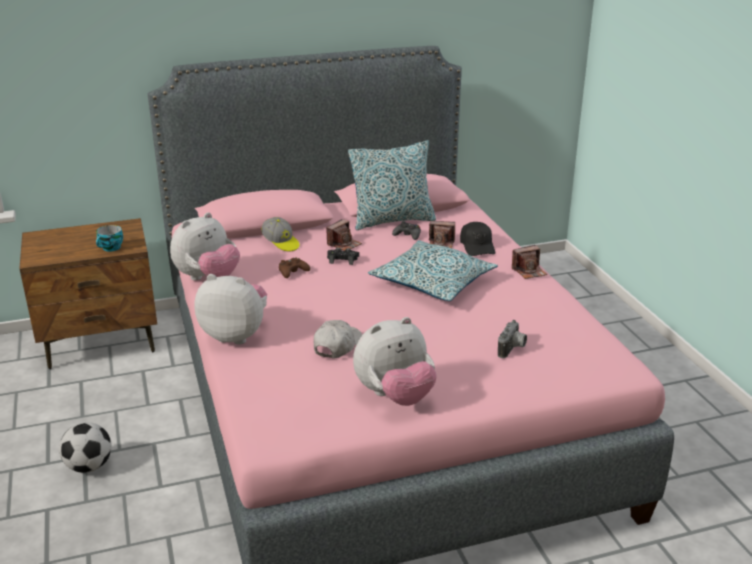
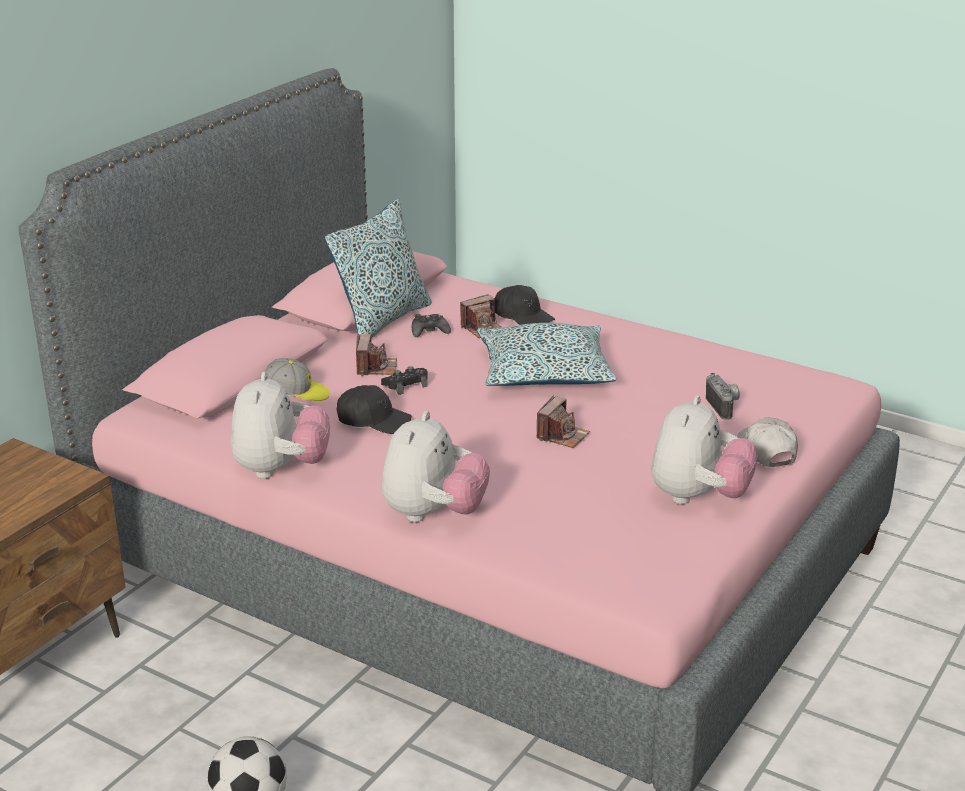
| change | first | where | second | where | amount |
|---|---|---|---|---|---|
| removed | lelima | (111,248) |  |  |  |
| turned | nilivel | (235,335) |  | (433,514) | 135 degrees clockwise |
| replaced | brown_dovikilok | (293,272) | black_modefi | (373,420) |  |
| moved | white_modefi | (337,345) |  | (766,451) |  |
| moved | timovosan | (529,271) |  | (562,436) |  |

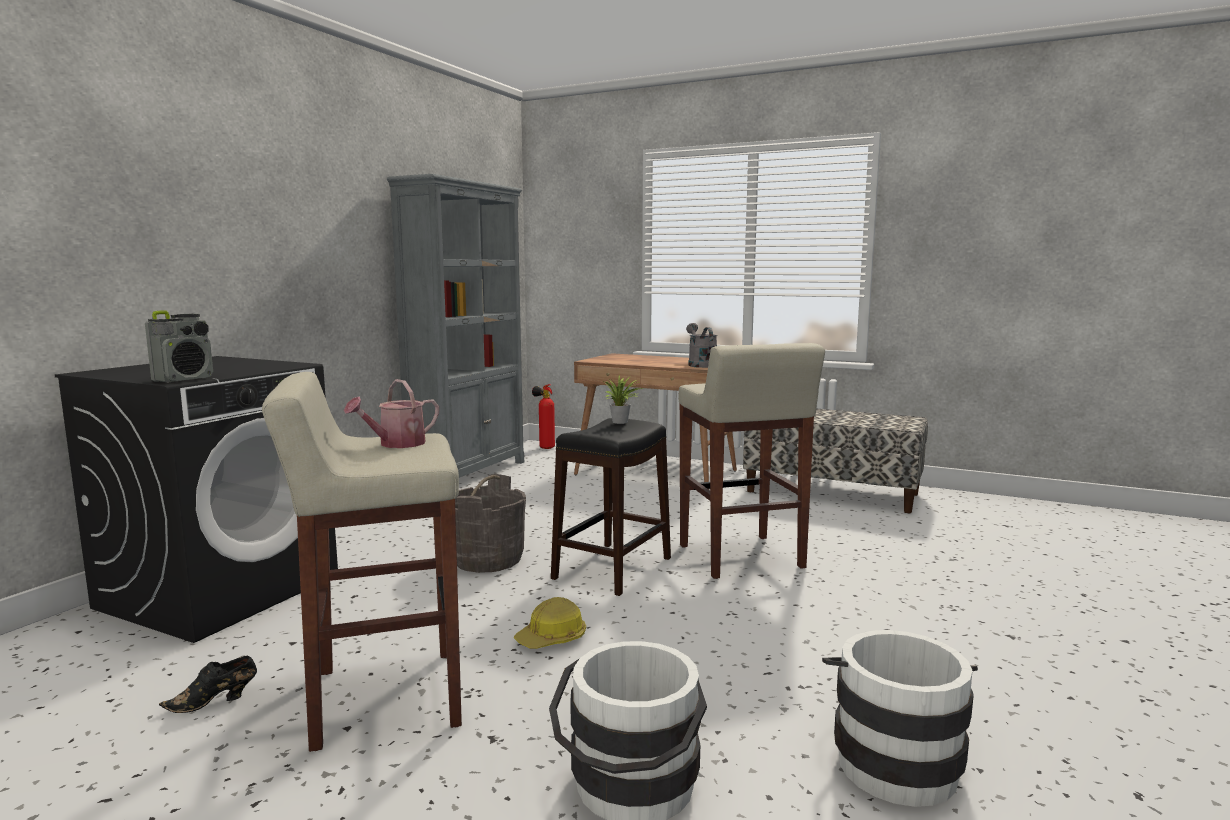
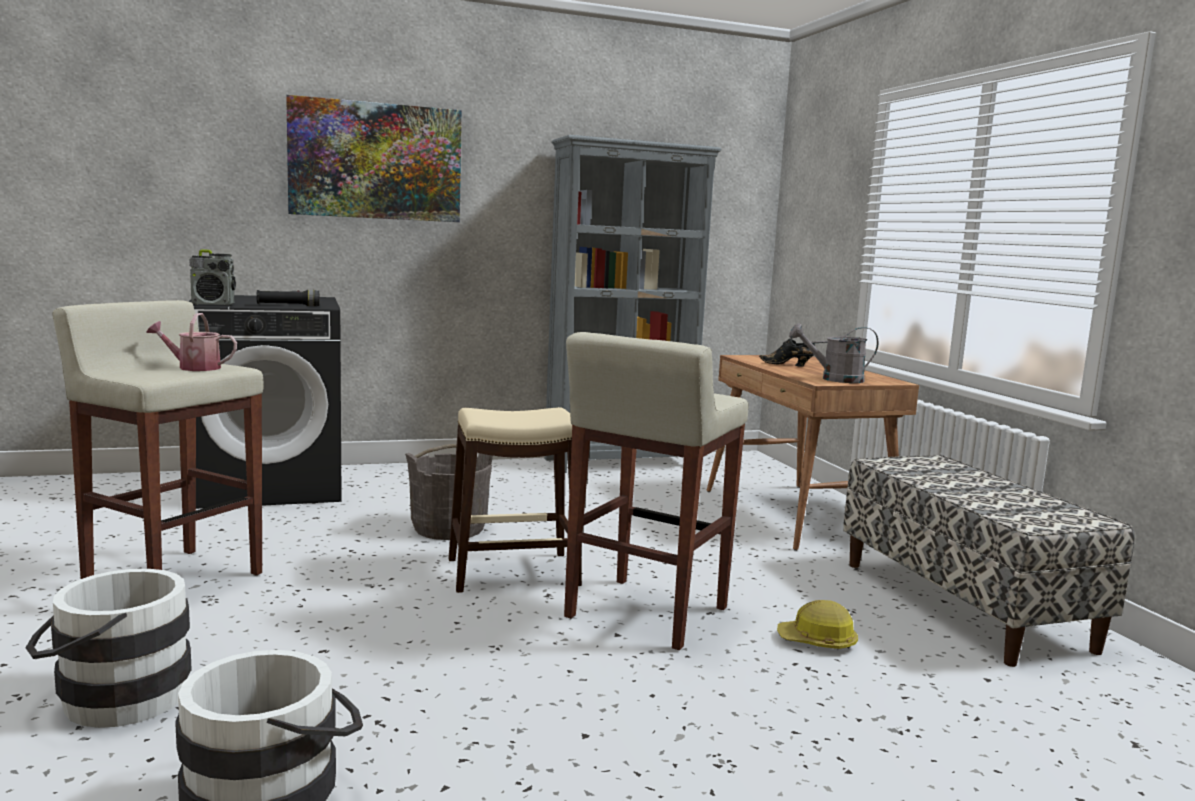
| change | first | where | second | where | amount |
|---|---|---|---|---|---|
| moved | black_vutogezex | (215,702) |  | (788,365) |  |
| moved | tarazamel | (552,638) |  | (817,641) |  |
| removed | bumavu | (544,447) |  |  |  |
| recoloured | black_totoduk | (611,568) | beige_totoduk | (512,572) |  |
| removed | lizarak | (621,422) |  |  |  |
| turned | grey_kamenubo | (700,364) |  | (834,379) | 120 degrees counterclockwise |
| added |  |  | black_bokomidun | (288,305) |  |
| added |  |  | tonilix | (376,161) |  |

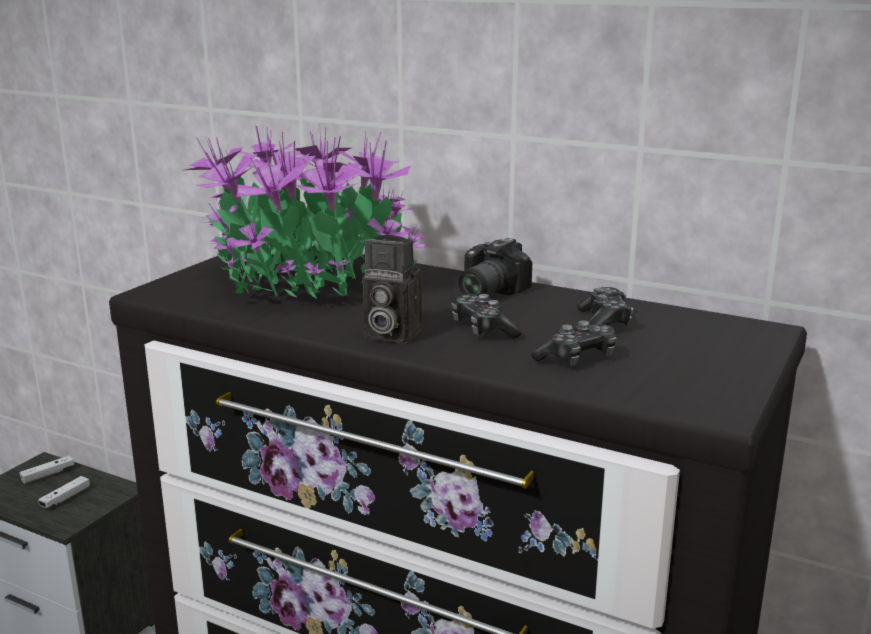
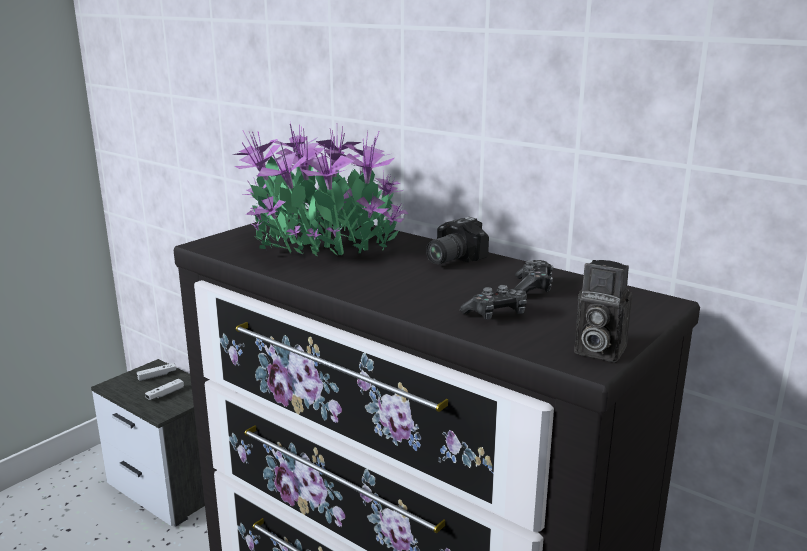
| change | first | where | second | where | amount |
|---|---|---|---|---|---|
| moved | timovosan | (389,334) |  | (596,350) |  |
| removed | dovikilok | (483,329) |  |  |  |

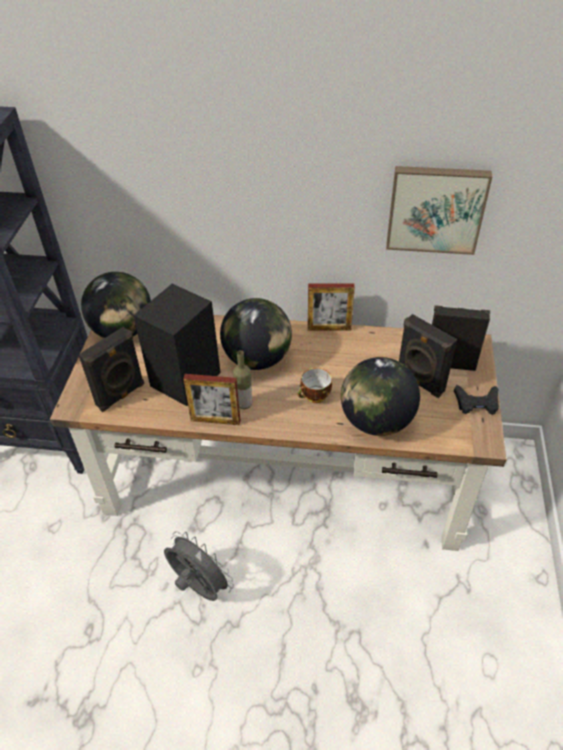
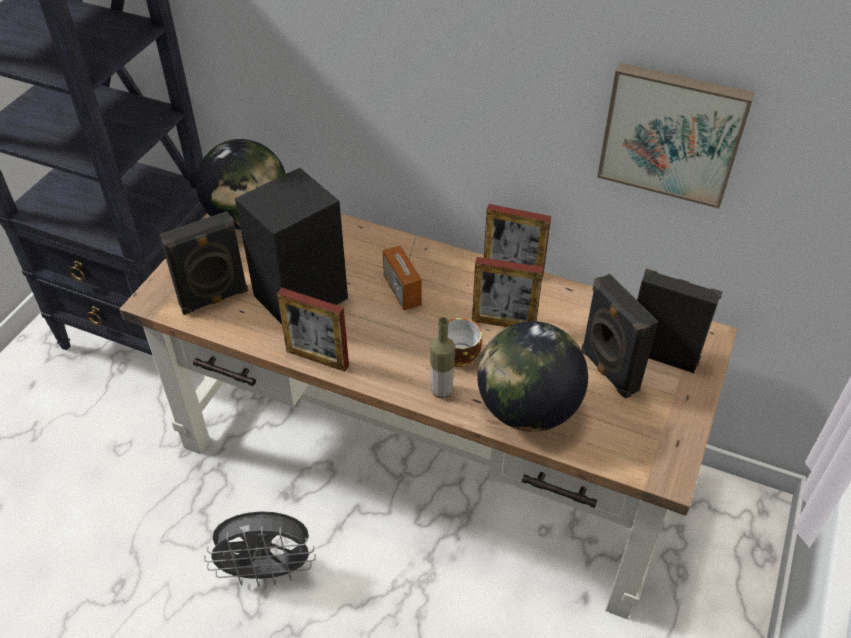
| change | first | where | second | where | amount |
|---|---|---|---|---|---|
| turned | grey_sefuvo | (199,587) |  | (268,571) | 120 degrees clockwise |
| replaced | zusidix | (257,359) | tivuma | (402,291) |  |
| moved | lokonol | (244,404) |  | (441,391) |  |
| removed | black_dovikilok | (476,403) |  |  |  |
| added |  |  | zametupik | (503,323) |  |

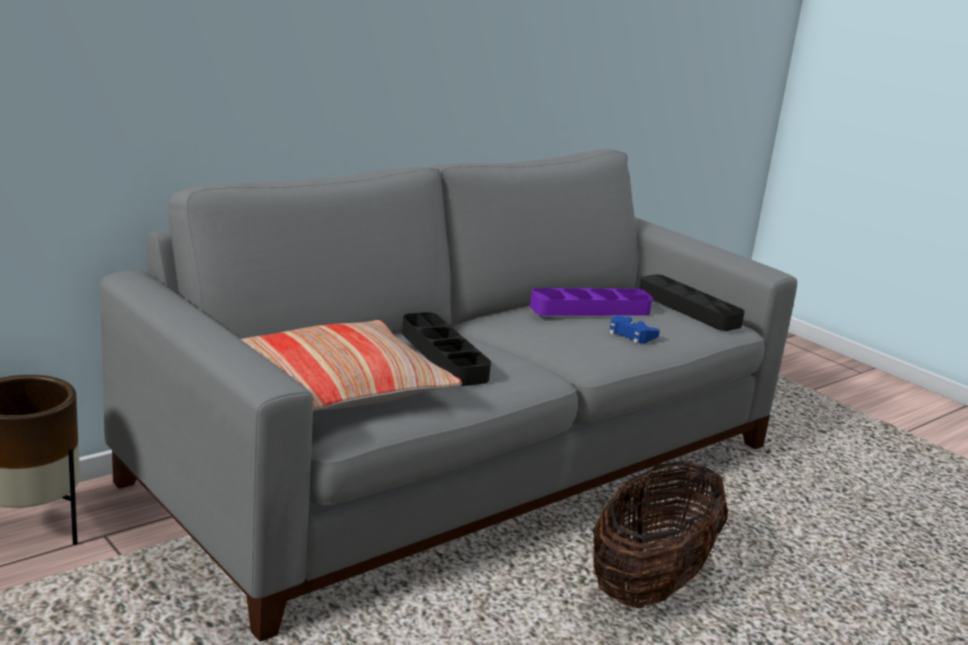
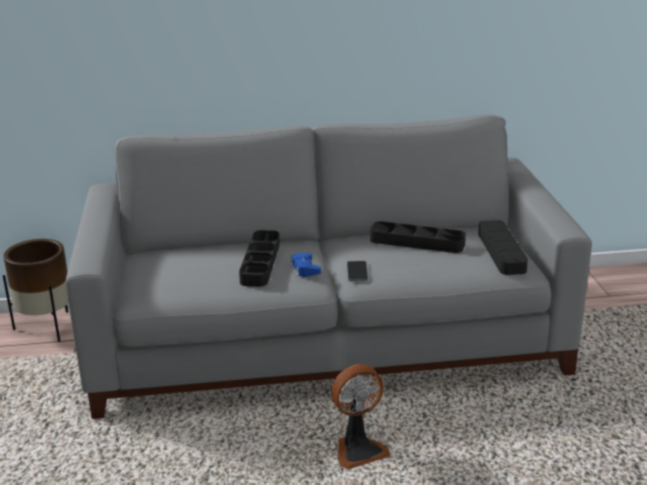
| change | first | where | second | where | amount |
|---|---|---|---|---|---|
| removed | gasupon | (339,388) |  |  |  |
| recoloured | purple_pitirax | (590,309) | black_pitirax | (417,242) |  |
| replaced | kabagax | (650,584) | sefuvo | (358,451) |  |
| moved | blue_dovikilok | (631,335) |  | (305,269) |  |
| added |  |  | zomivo | (357,271) |  |

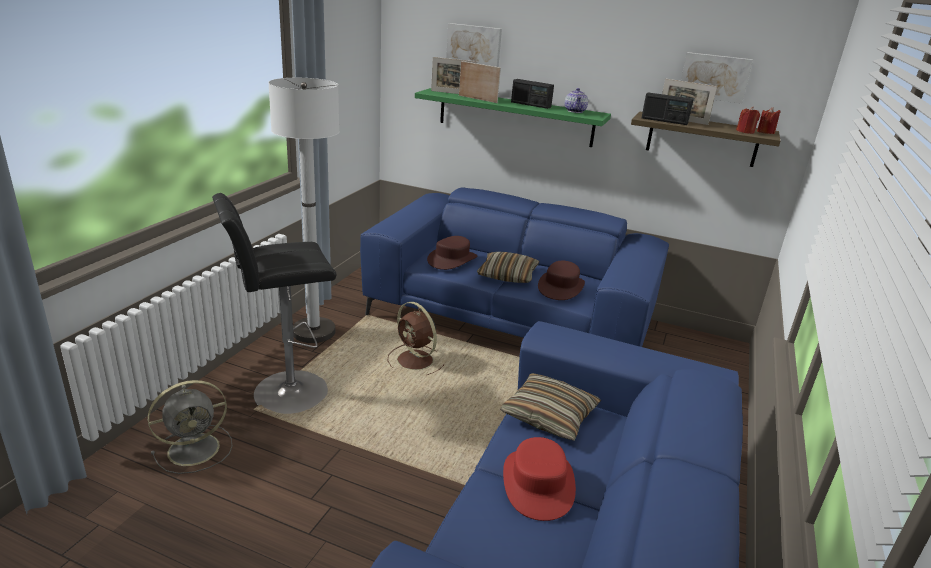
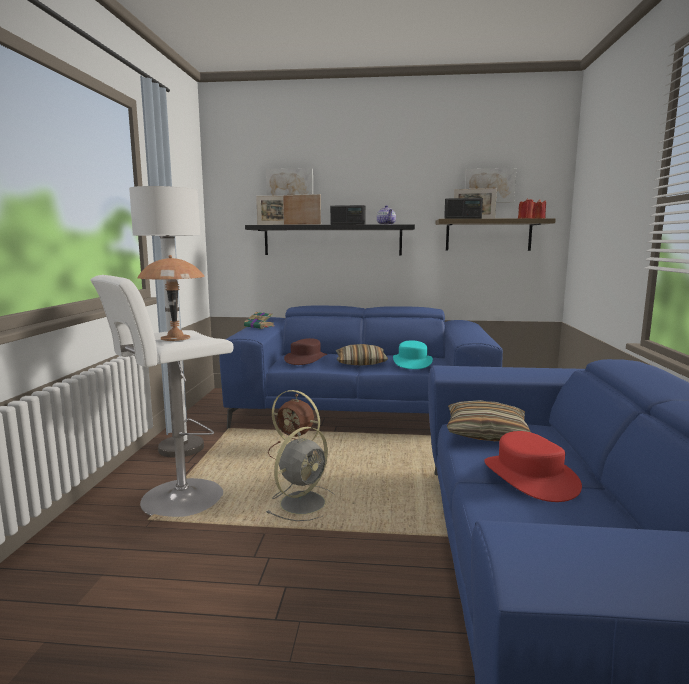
| change | first | where | second | where | amount |
|---|---|---|---|---|---|
| moved | grey_sefuvo | (196,448) |  | (304,502) |  |
| recoloured | black_totoduk | (285,393) | white_totoduk | (176,499) |  |
| recoloured | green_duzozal | (515,117) | black_duzozal | (332,240) |  |
| recoloured | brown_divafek | (561,287) | turquoise_divafek | (412,362) |  |
| added |  |  | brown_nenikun | (175,338) |  |
| added |  |  | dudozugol | (259,326) |  |

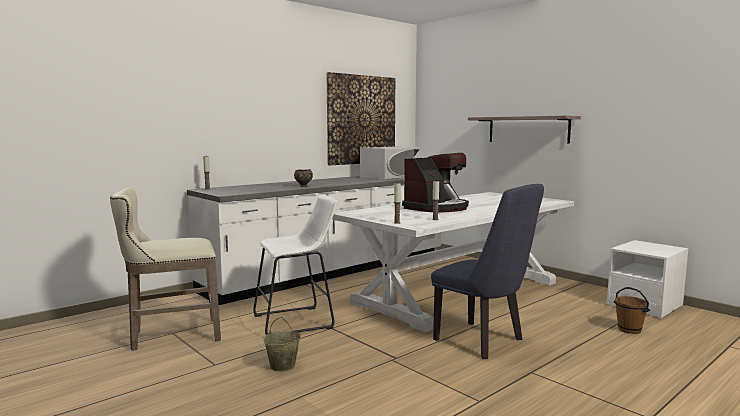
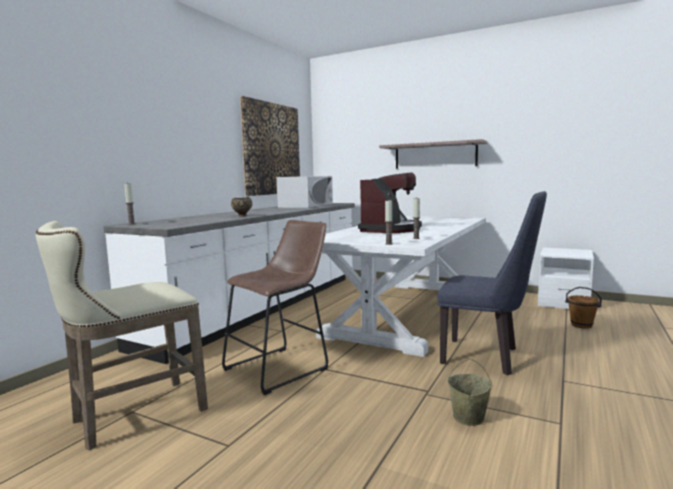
| change | first | where | second | where | amount |
|---|---|---|---|---|---|
| recoloured | white_totoduk | (298,321) | brown_totoduk | (281,368) |  |
| moved | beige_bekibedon | (282,366) |  | (468,418) |  |

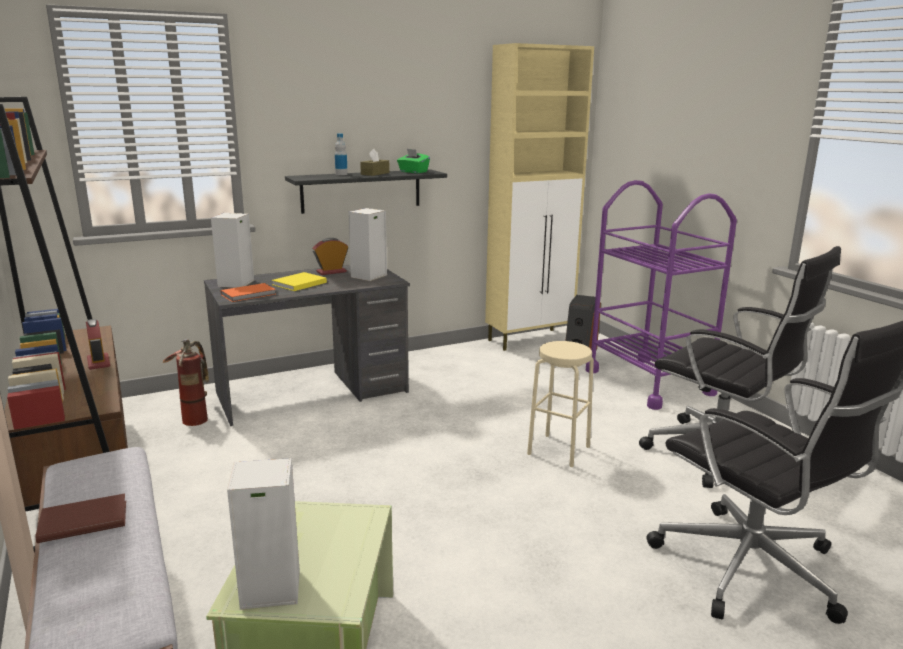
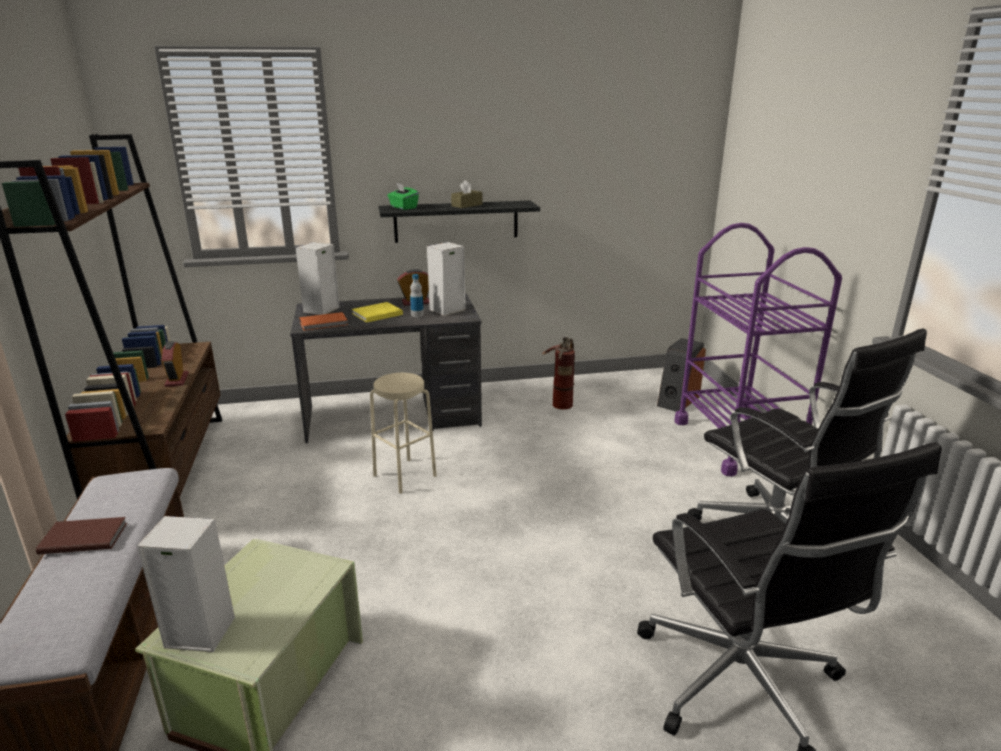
| change | first | where | second | where | amount |
|---|---|---|---|---|---|
| moved | bumavu | (195,416) |  | (561,401) |  |
| moved | lokonol | (341,174) |  | (417,315) |  |
| moved | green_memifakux | (413,172) |  | (403,207) |  |
| removed | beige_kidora | (530,339) |  |  |  |
| moved | beige_totoduk | (558,450) |  | (404,475) |  |

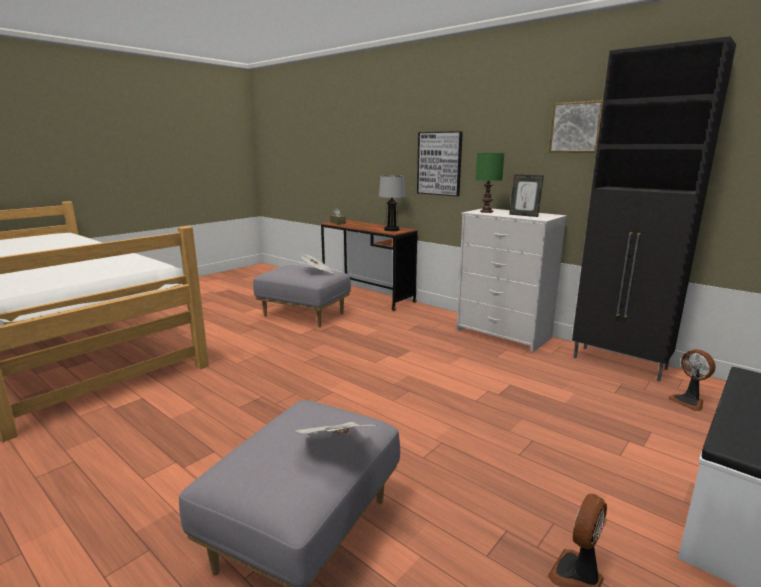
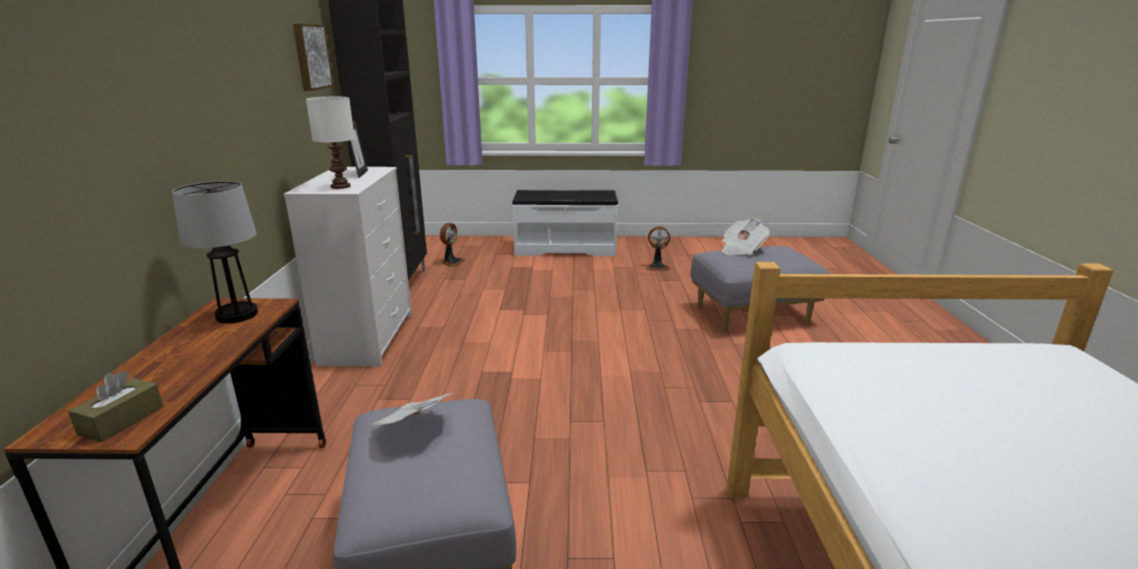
| change | first | where | second | where | amount |
|---|---|---|---|---|---|
| removed | tonilix | (439,163) |  |  |  |
| recoloured | green_nenikun | (487,211) | white_nenikun | (340,186) |  |

